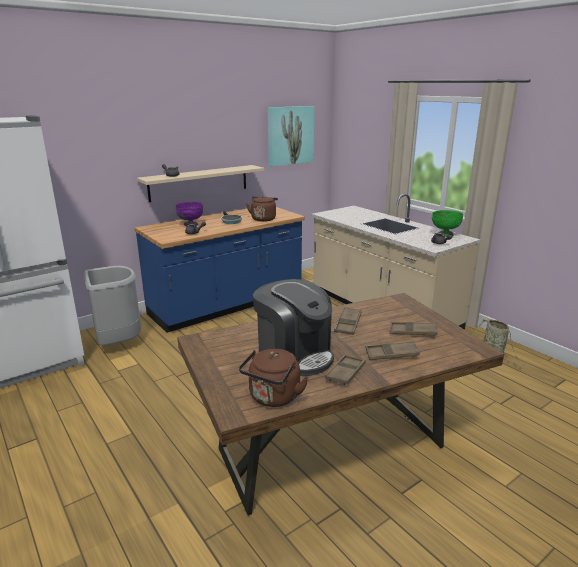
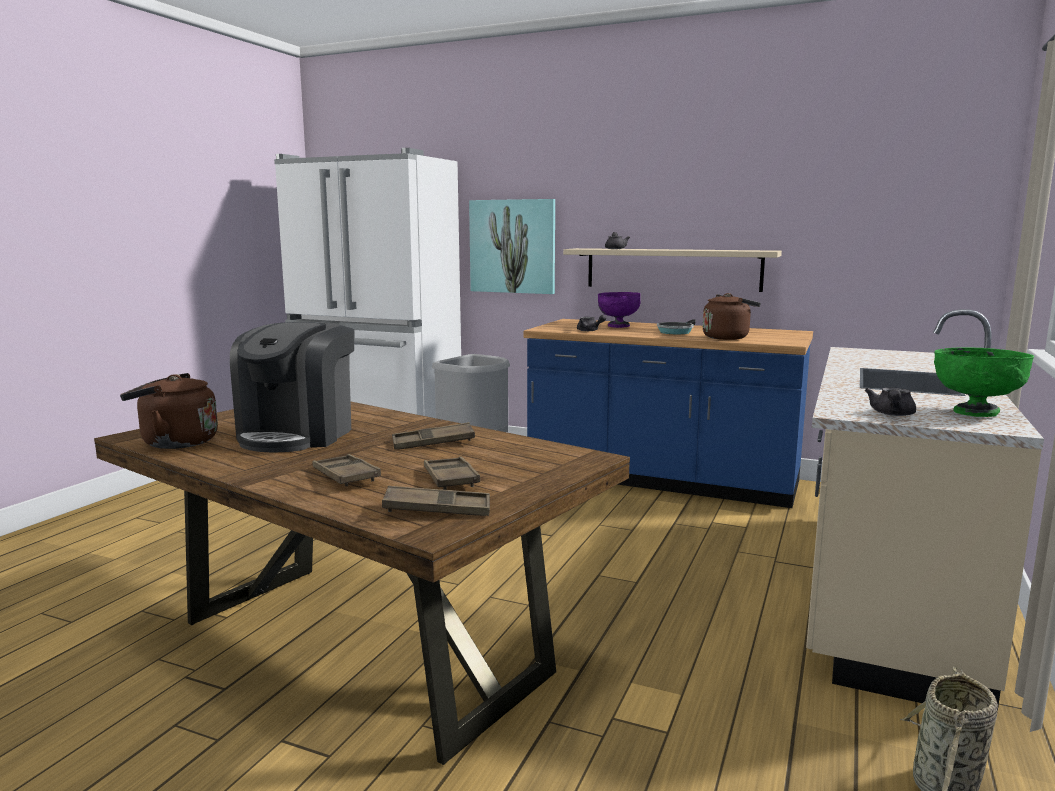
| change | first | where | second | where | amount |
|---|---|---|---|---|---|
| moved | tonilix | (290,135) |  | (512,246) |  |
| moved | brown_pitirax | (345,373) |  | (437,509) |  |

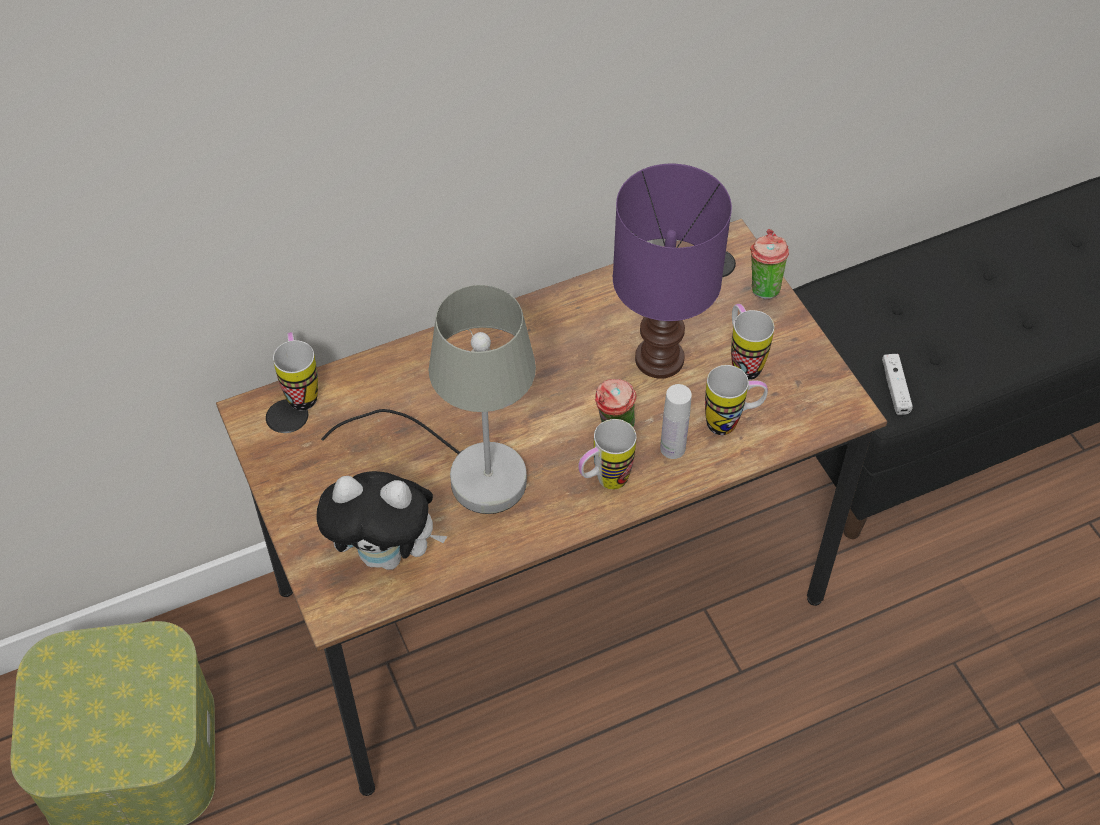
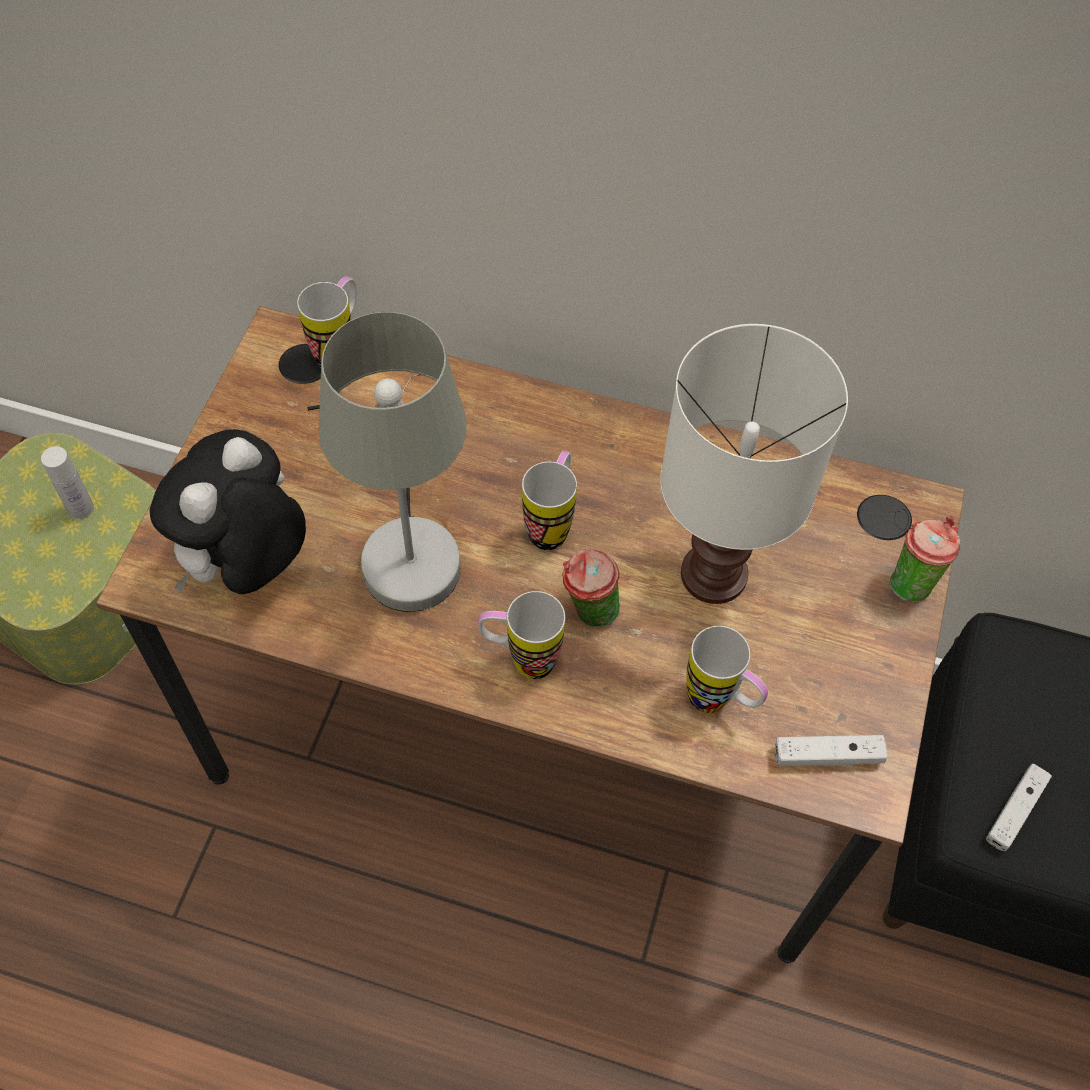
| change | first | where | second | where | amount |
|---|---|---|---|---|---|
| turned | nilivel | (387,554) |  | (247,565) | 75 degrees clockwise |
| recoloured | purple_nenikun | (657,359) | white_nenikun | (711,573) |  |
| moved | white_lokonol | (672,448) |  | (80,508) |  |
| moved | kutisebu | (742,361) |  | (552,523) |  |
| added |  |  | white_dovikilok | (827,756) |  |

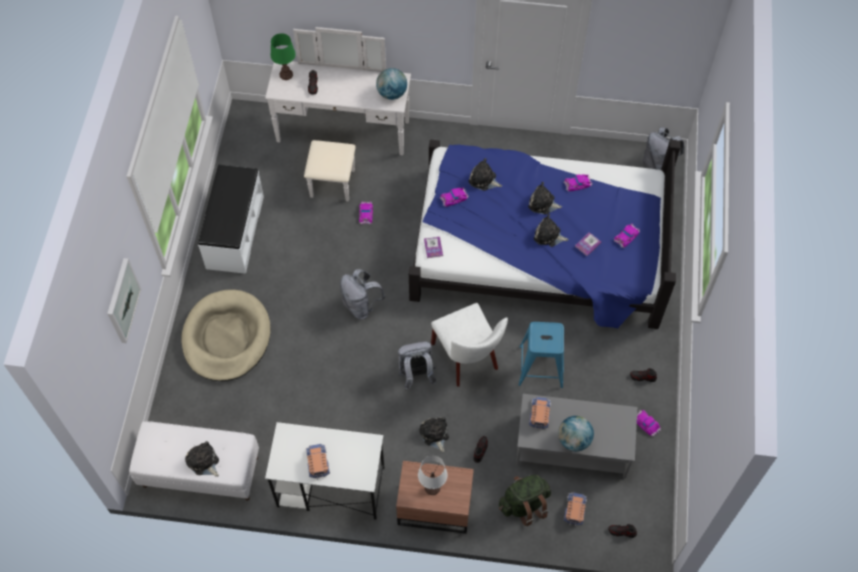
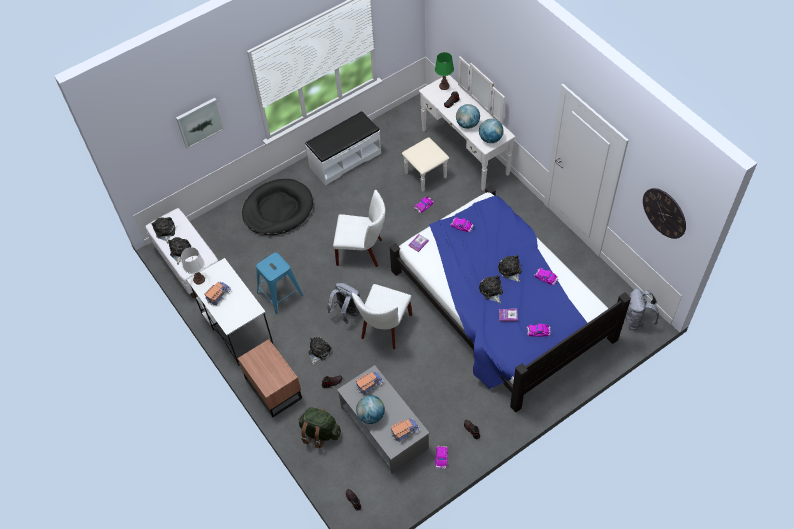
| change | first | where | second | where | amount |
|---|---|---|---|---|---|
| recoloured | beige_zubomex | (226,337) | black_zubomex | (278,209) |  |
| replaced | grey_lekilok | (361,306) | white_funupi | (362,251) |  |
| moved | white_nenikun | (432,487) |  | (199,279) |  |
| moved | nilivel | (483,180) |  | (165,232) |  |
| moved | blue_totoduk | (540,367) |  | (279,294) |  |
| moved | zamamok | (574,510) |  | (404,431) |  |
| added |  |  | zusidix | (467,124) |  |
| added |  |  | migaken | (664,213) |  |

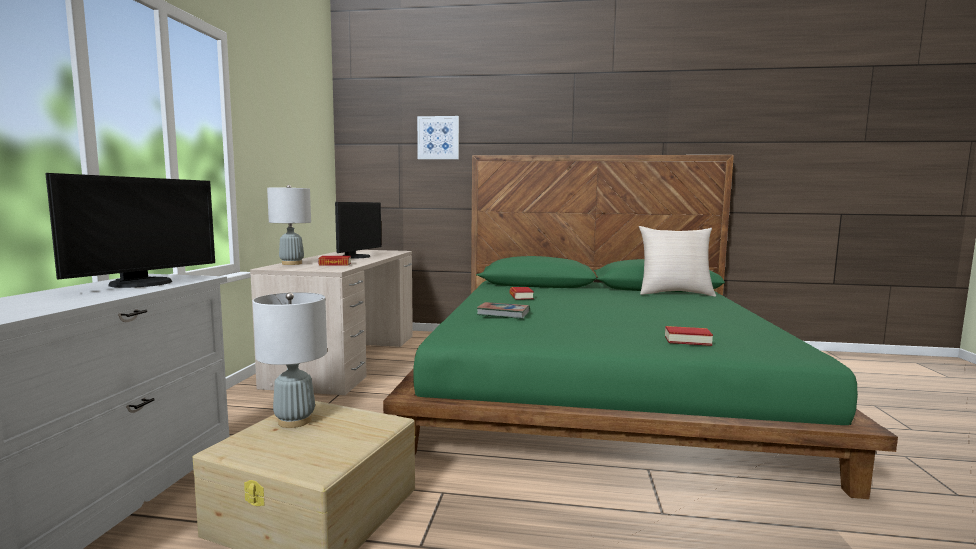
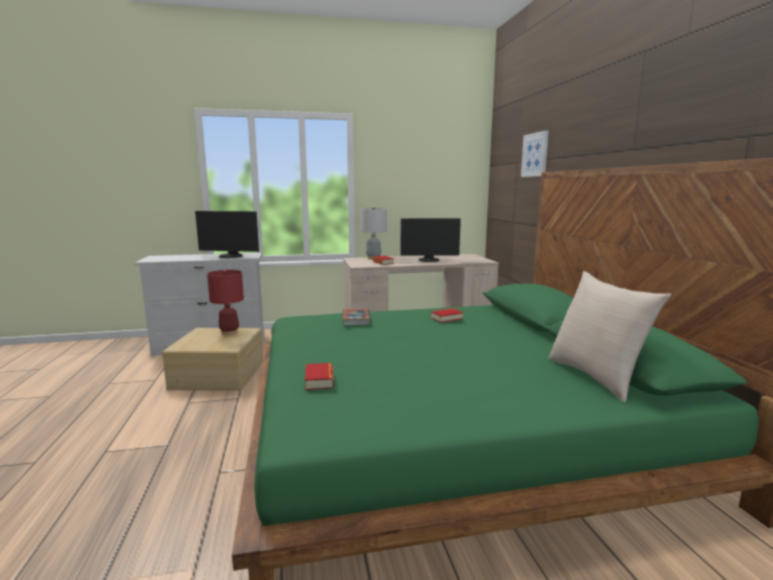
| change | first | where | second | where | amount |
|---|---|---|---|---|---|
| recoloured | grey_nenikun | (295,421) | red_nenikun | (229,332) |  |

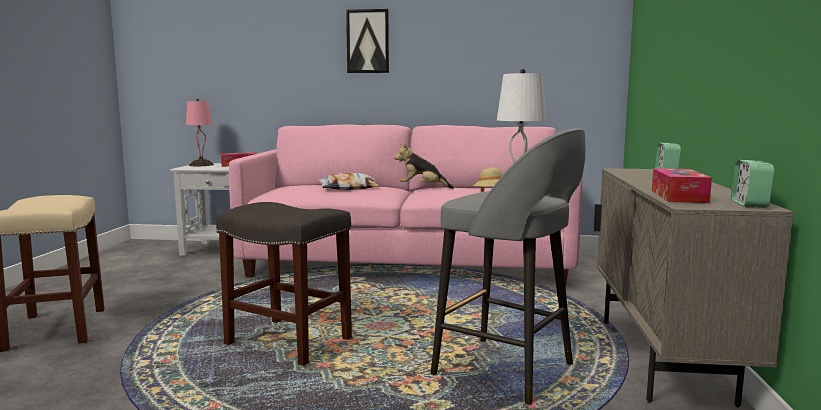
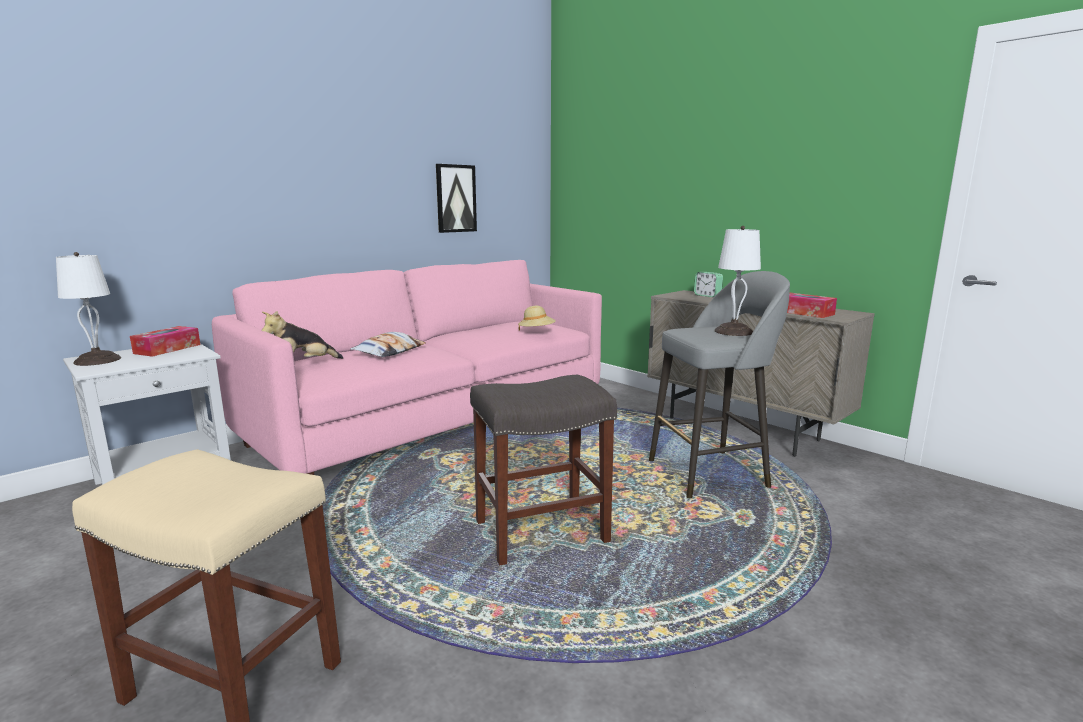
| change | first | where | second | where | amount |
|---|---|---|---|---|---|
| recoloured | pink_nenikun | (201,165) | white_nenikun | (98,360) |  |
| moved | tonilix | (368,41) |  | (455,198) |  |
| moved | nilivel | (422,187) |  | (303,364) |  |
| removed | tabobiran | (749,204) |  |  |  |

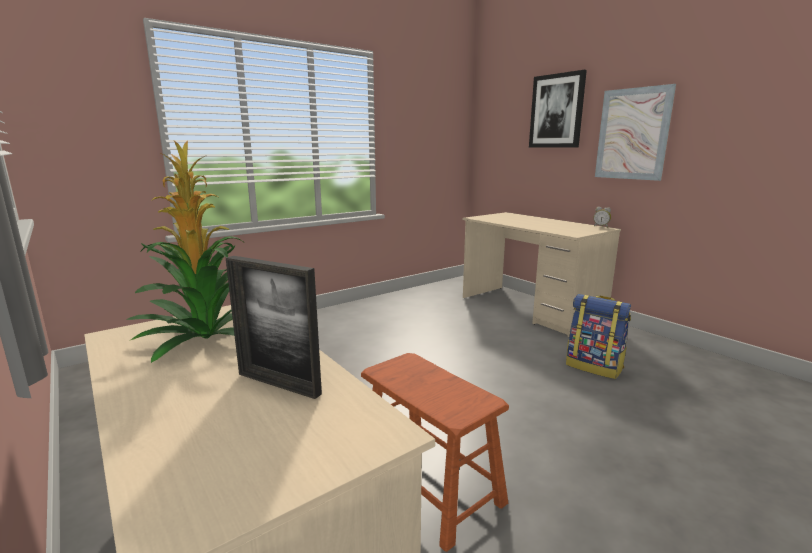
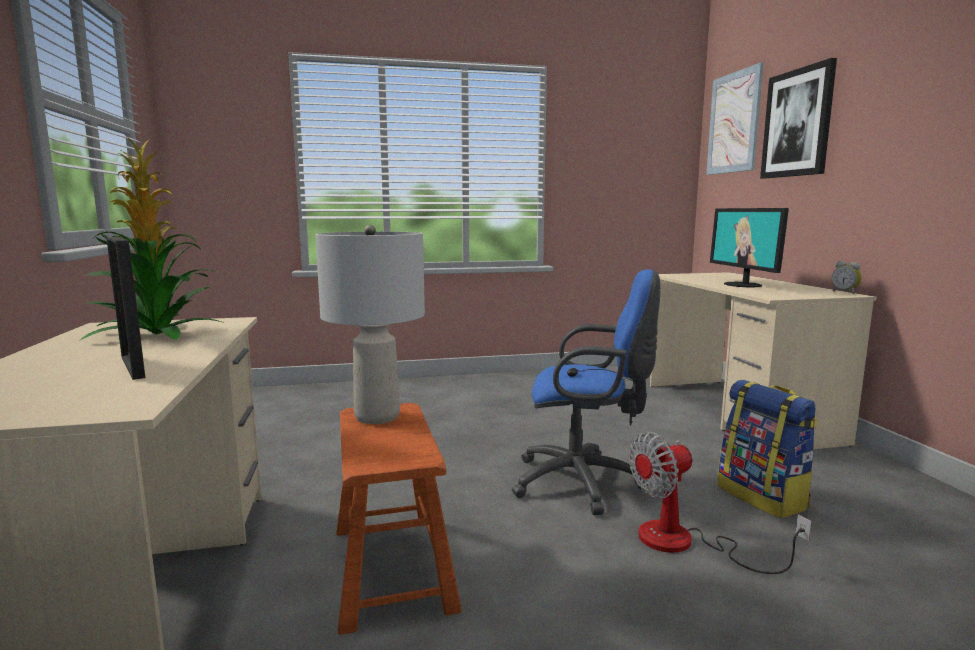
| change | first | where | second | where | amount |
|---|---|---|---|---|---|
| moved | tonilix | (632,134) |  | (734,123) |  |
| added |  |  | grey_nenikun | (376,417) |  |
| added |  |  | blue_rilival | (584,483) |  |
| added |  |  | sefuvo | (685,543) |  |
| added |  |  | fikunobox | (743,285) |  |

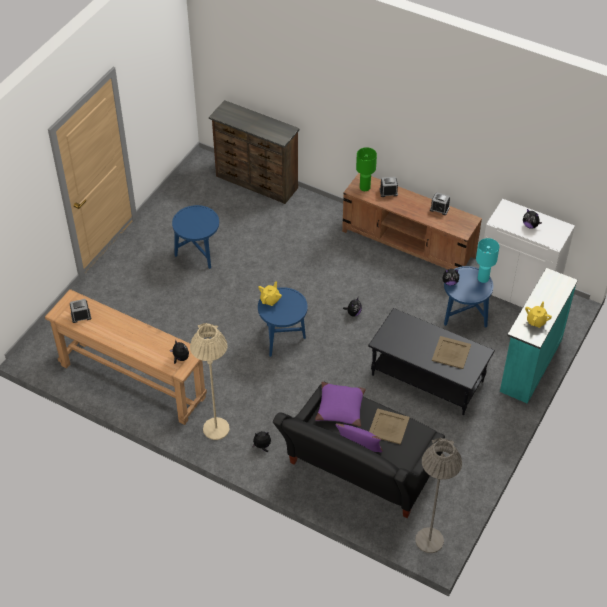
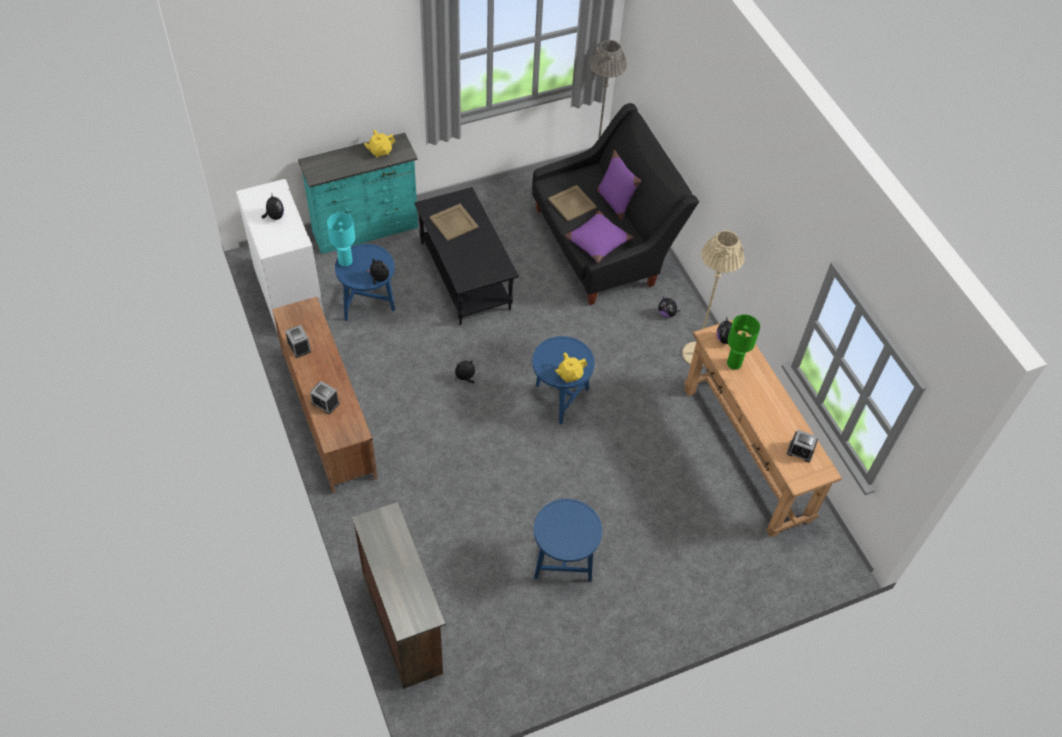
| change | first | where | second | where | amount |
|---|---|---|---|---|---|
| moved | green_nenikun | (365,187) |  | (733,364) |  |

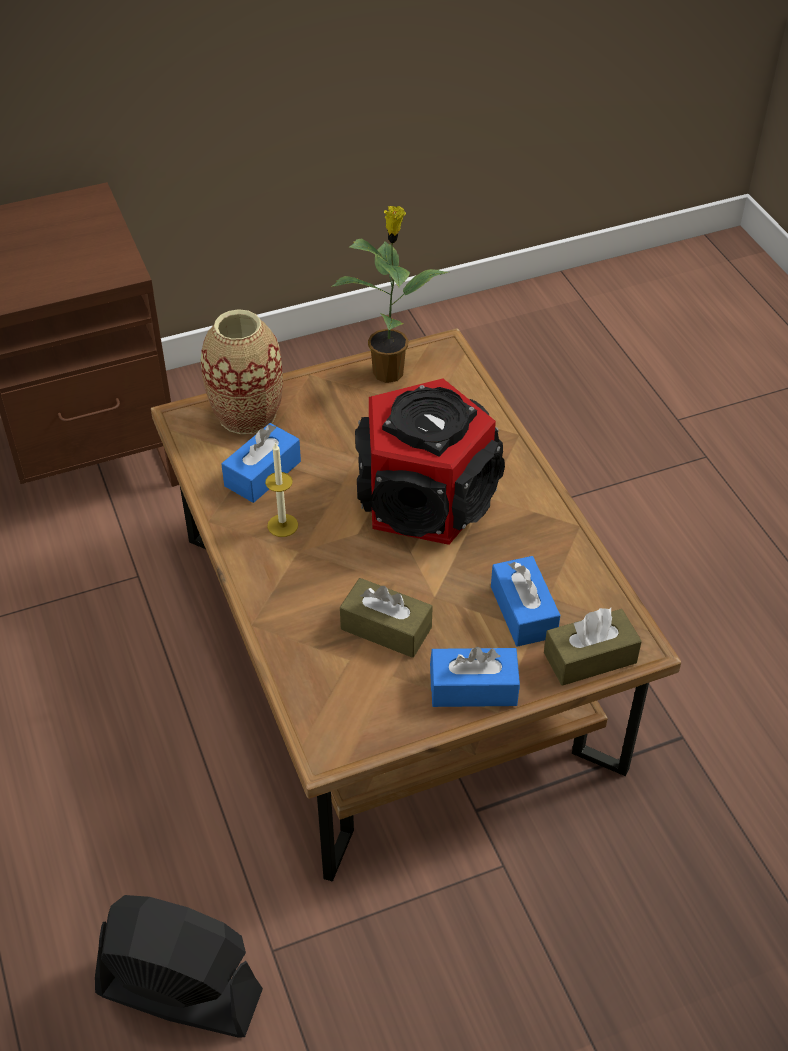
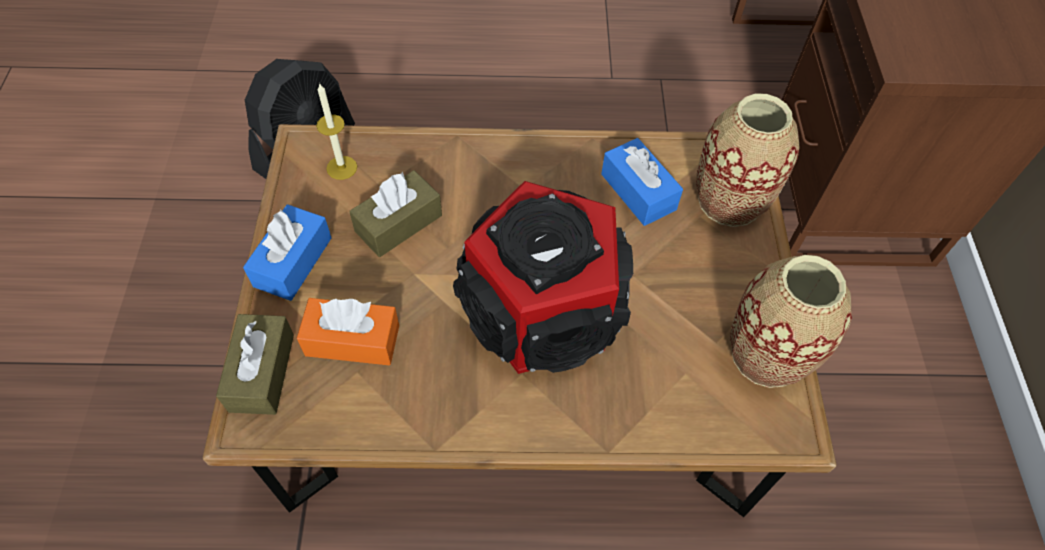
| change | first | where | second | where | amount |
|---|---|---|---|---|---|
| moved | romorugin | (282,525) |  | (341,167) |  |
| replaced | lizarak | (389,371) | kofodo | (767,355) |  |
| recoloured | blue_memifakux | (523,611) | orange_memifakux | (352,340) |  |

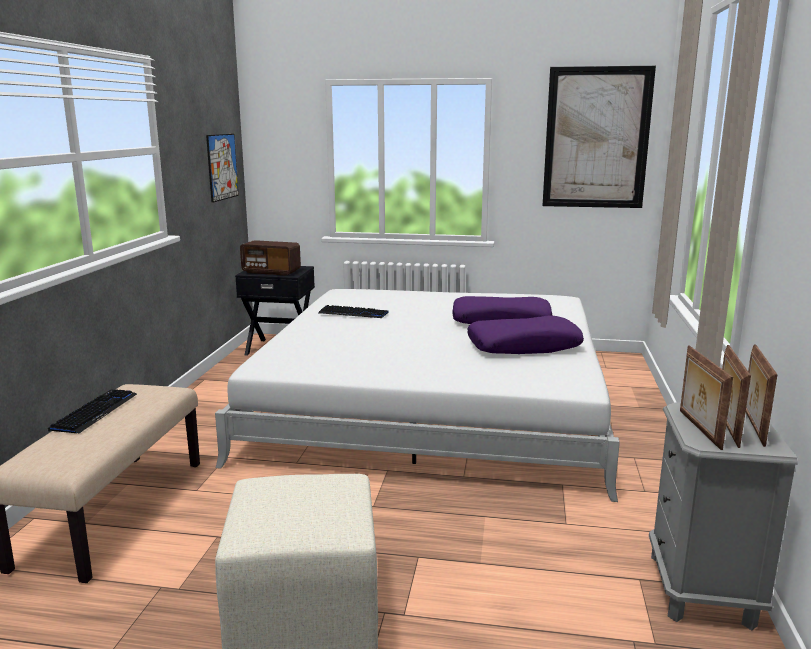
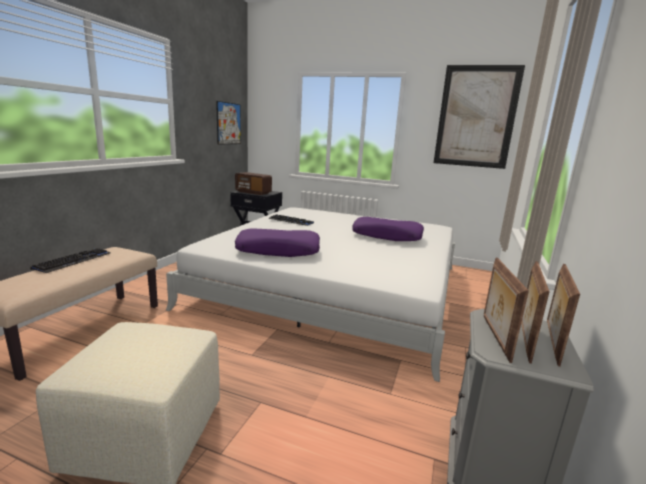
| change | first | where | second | where | amount |
|---|---|---|---|---|---|
| moved | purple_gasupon | (523,346) |  | (278,250) |  |

